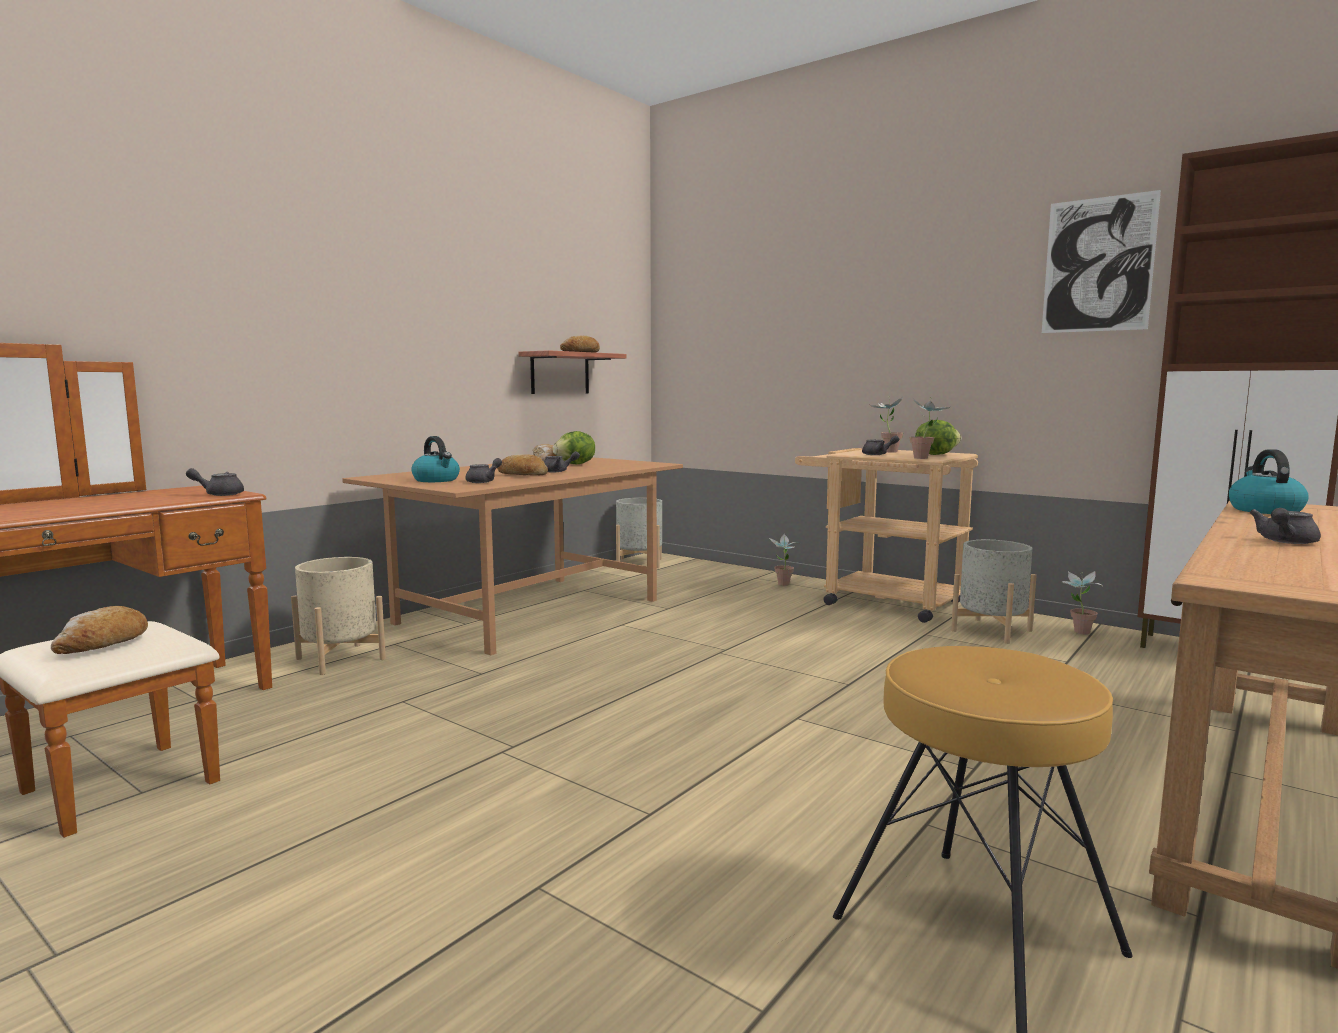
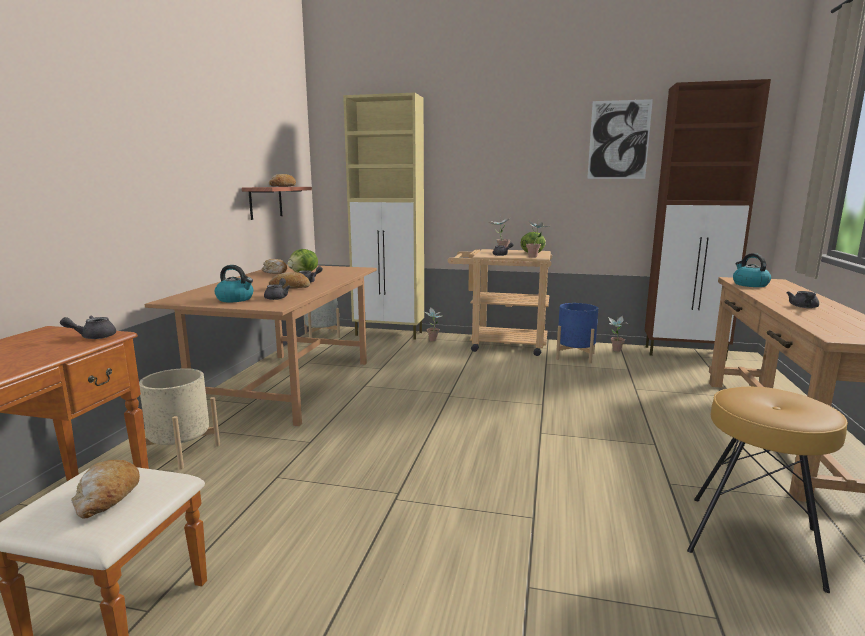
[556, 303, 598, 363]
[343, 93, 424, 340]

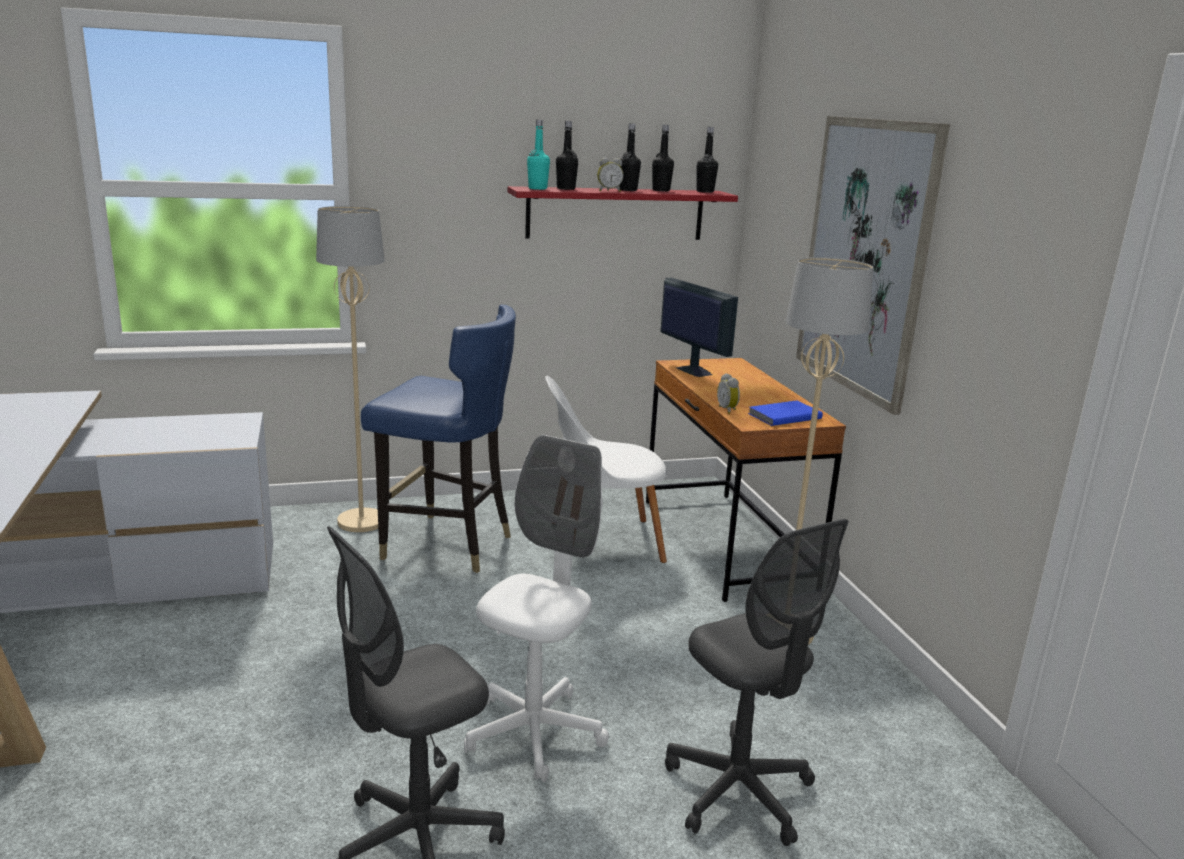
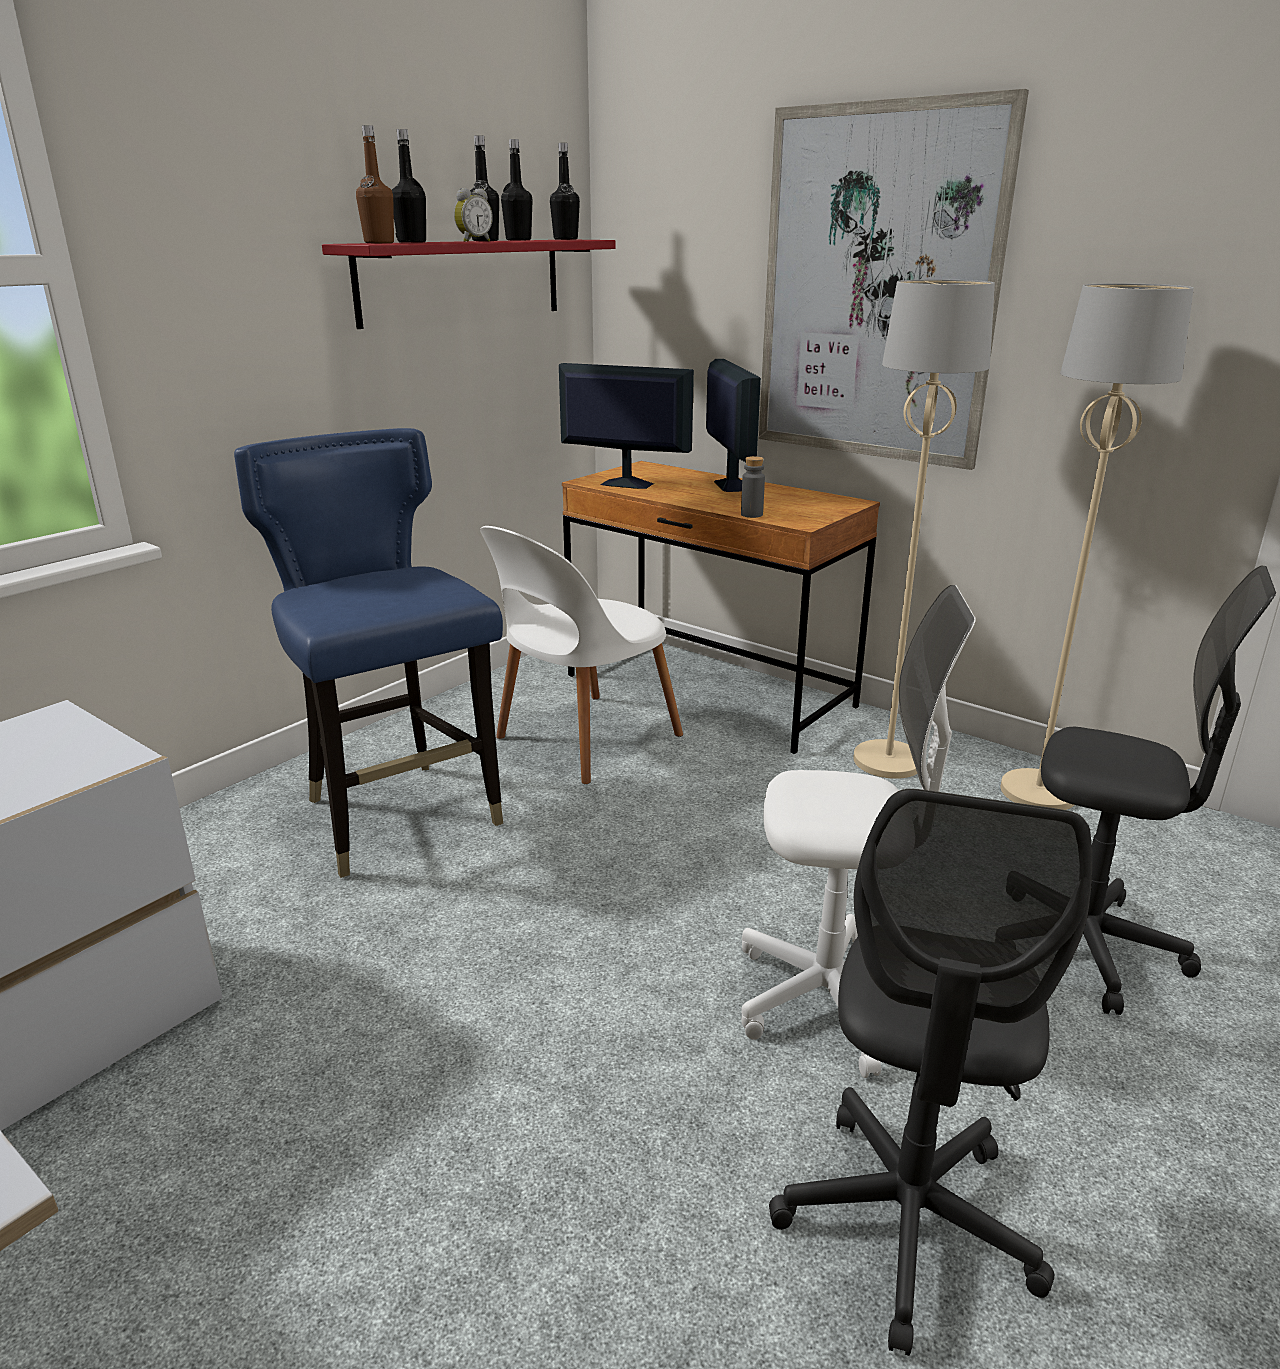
[1001, 283, 1194, 810]
[234, 428, 503, 878]
[741, 585, 976, 1078]
[356, 125, 394, 243]
[741, 456, 765, 518]
[748, 400, 823, 426] (first image)
[706, 359, 761, 492]

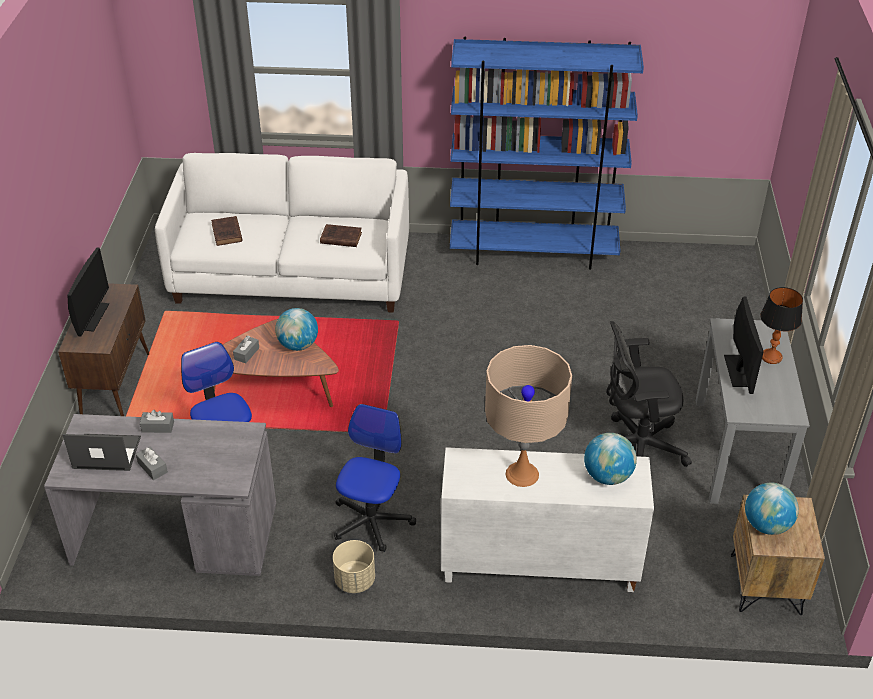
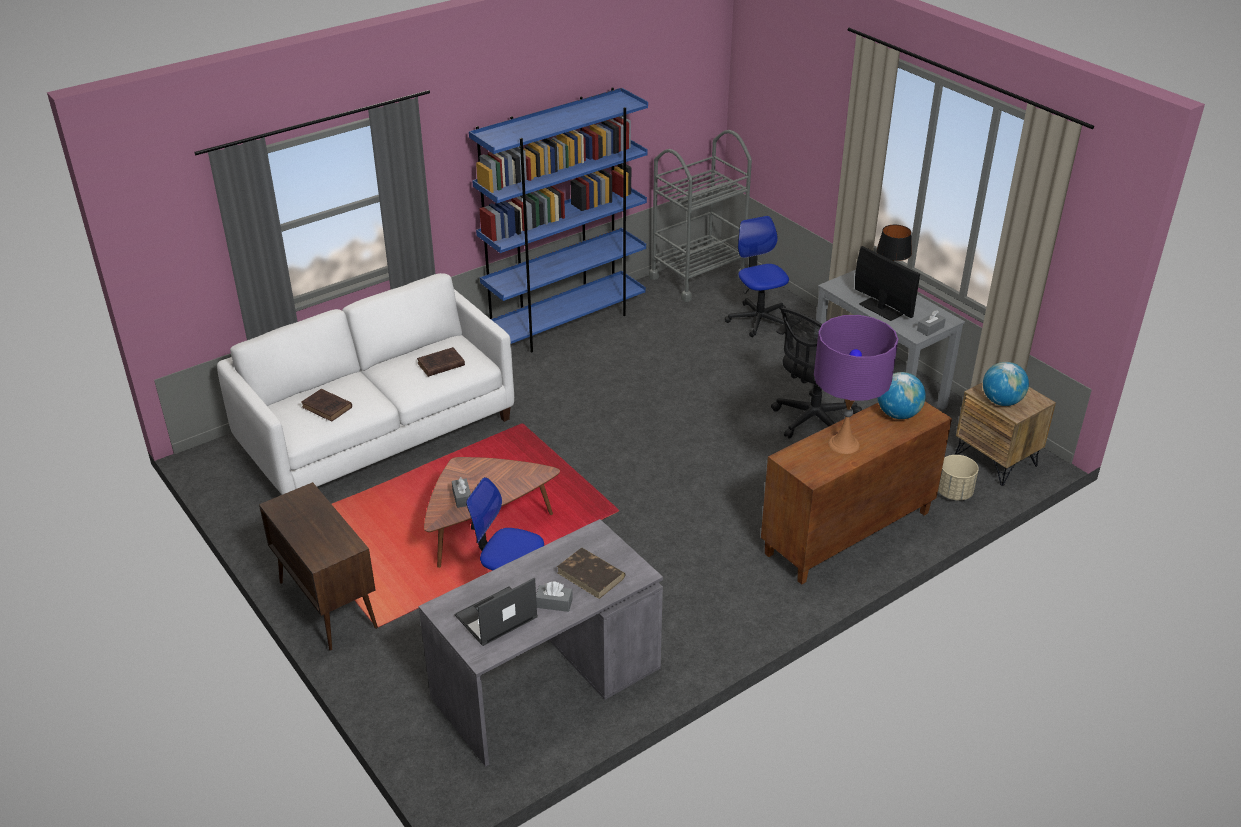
[67, 248, 109, 337] (first image)
[917, 310, 946, 336]
[275, 308, 318, 351] (first image)
[938, 455, 979, 500]
[725, 216, 789, 337]
[761, 401, 952, 585]
[814, 315, 898, 454]
[557, 548, 626, 599]
[649, 130, 752, 302]

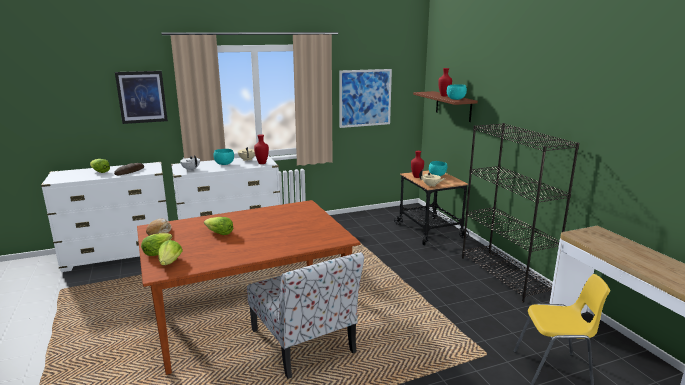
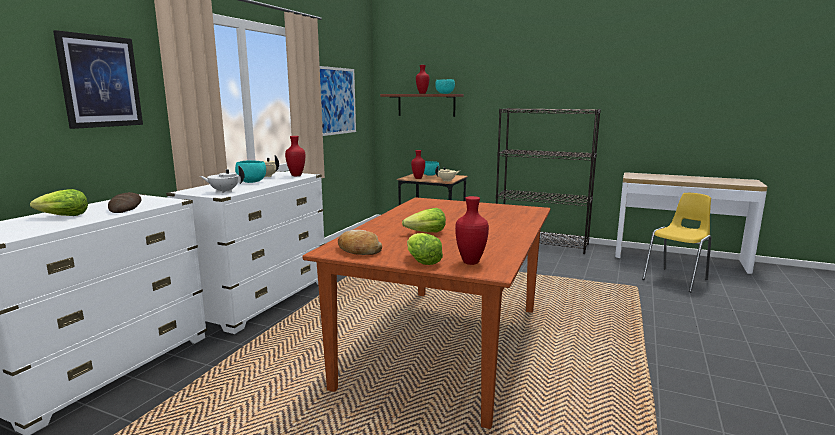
[455, 196, 489, 265]
[247, 252, 364, 379] (first image)

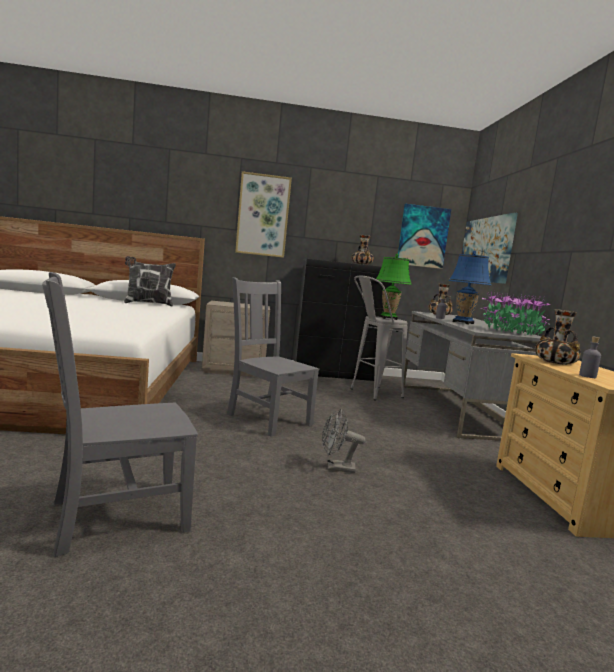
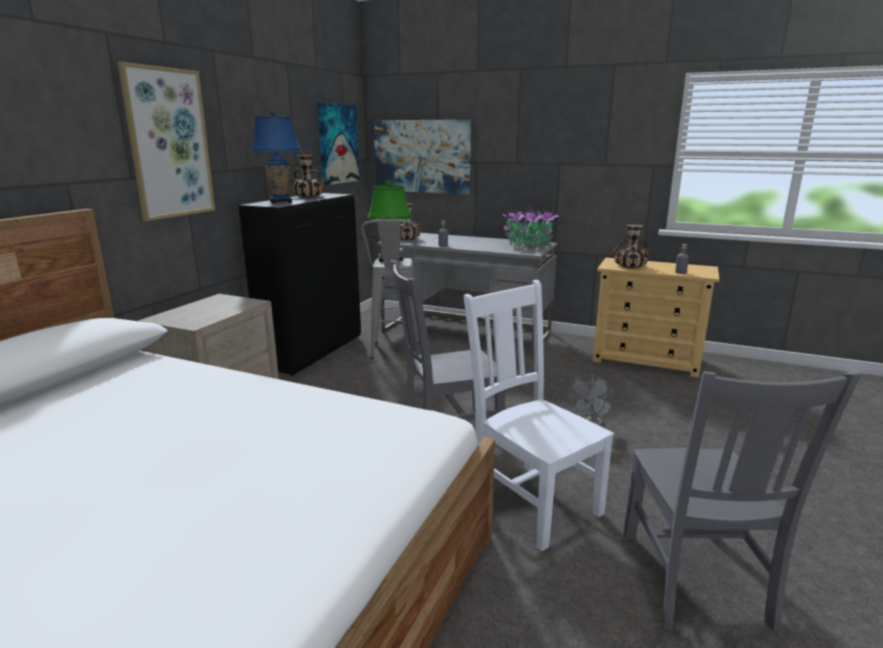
[124, 256, 176, 306] (first image)
[250, 110, 302, 203]
[463, 280, 614, 551]

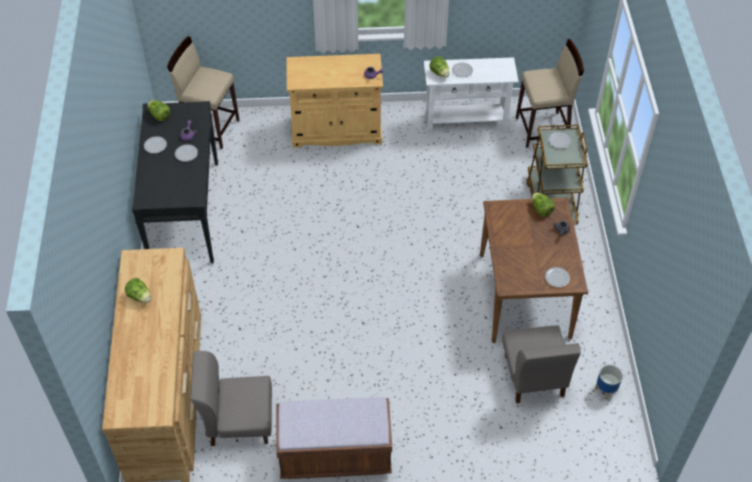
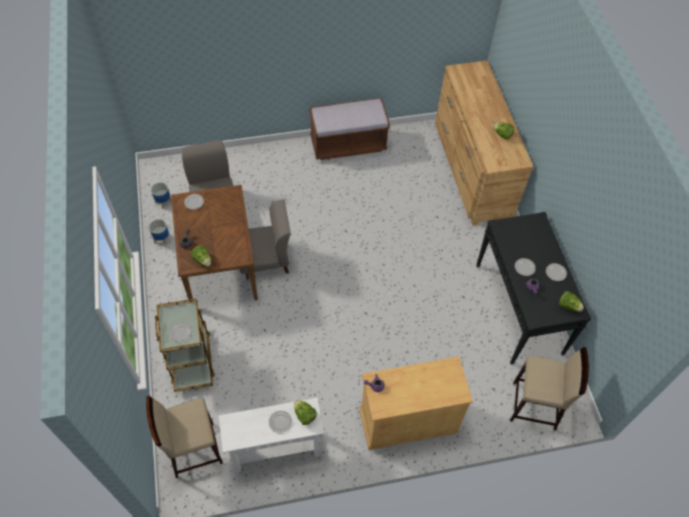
[240, 200, 291, 279]
[149, 219, 170, 245]

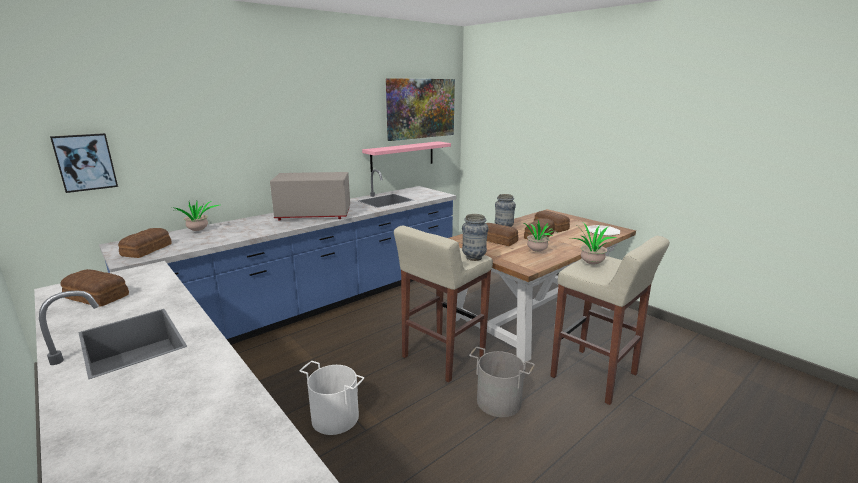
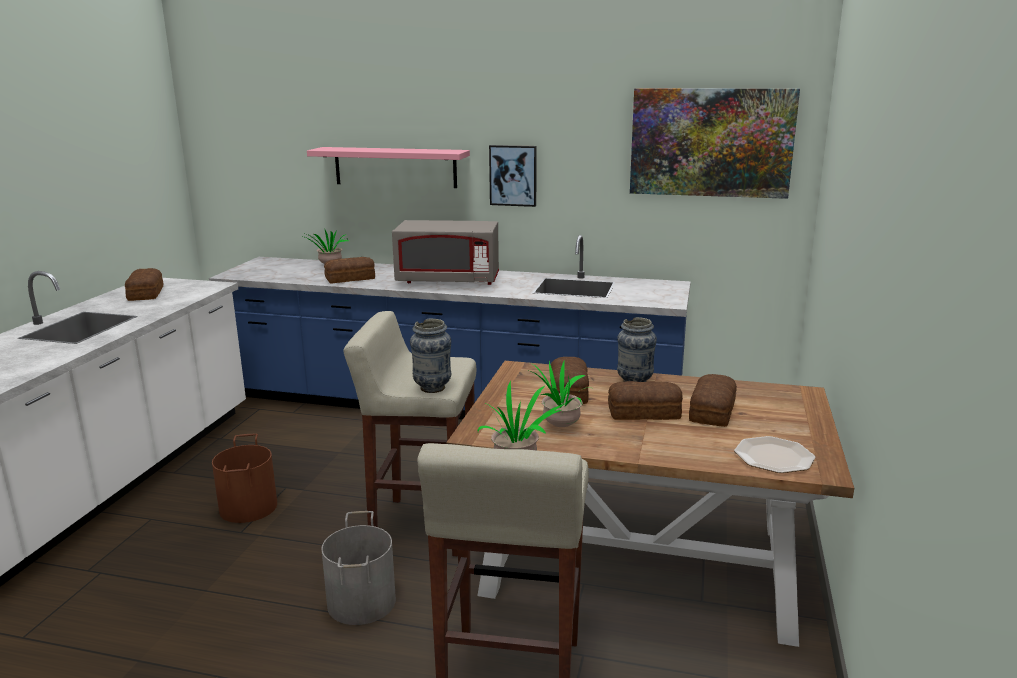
[489, 145, 537, 207]
[324, 257, 375, 284]
[392, 220, 499, 285]
[212, 434, 277, 523]
[307, 147, 470, 188]

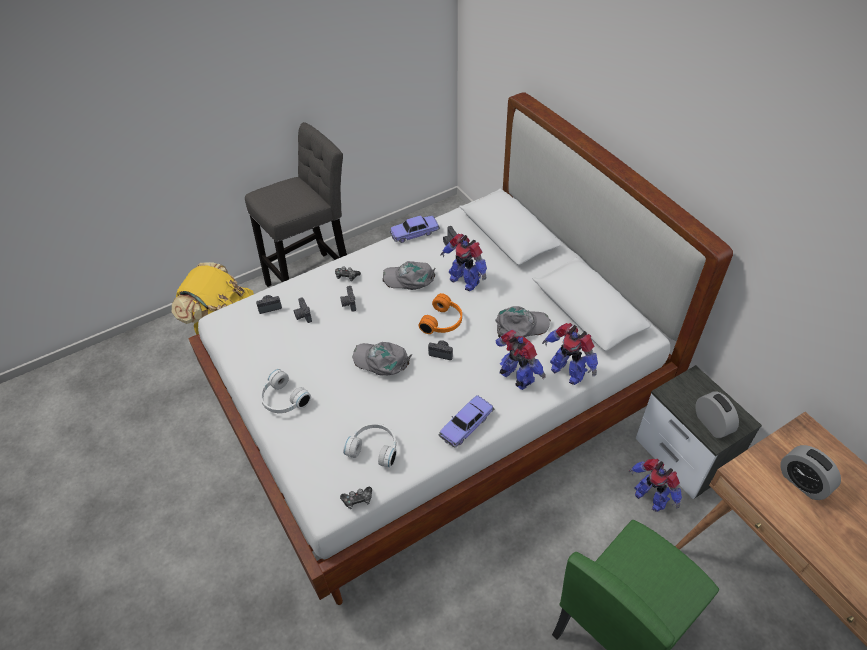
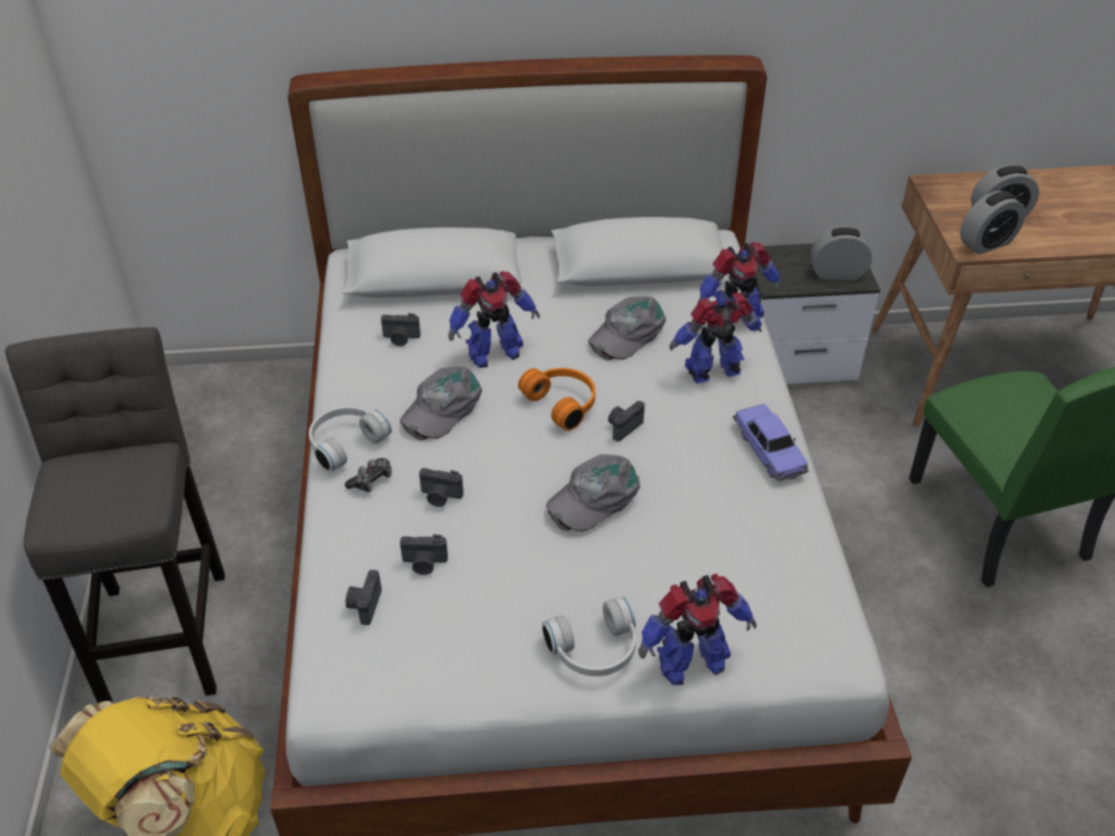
[340, 487, 372, 509] (first image)
[309, 406, 392, 472]
[390, 216, 440, 243] (first image)
[588, 296, 666, 360]
[638, 573, 756, 685]
[960, 191, 1026, 255]

